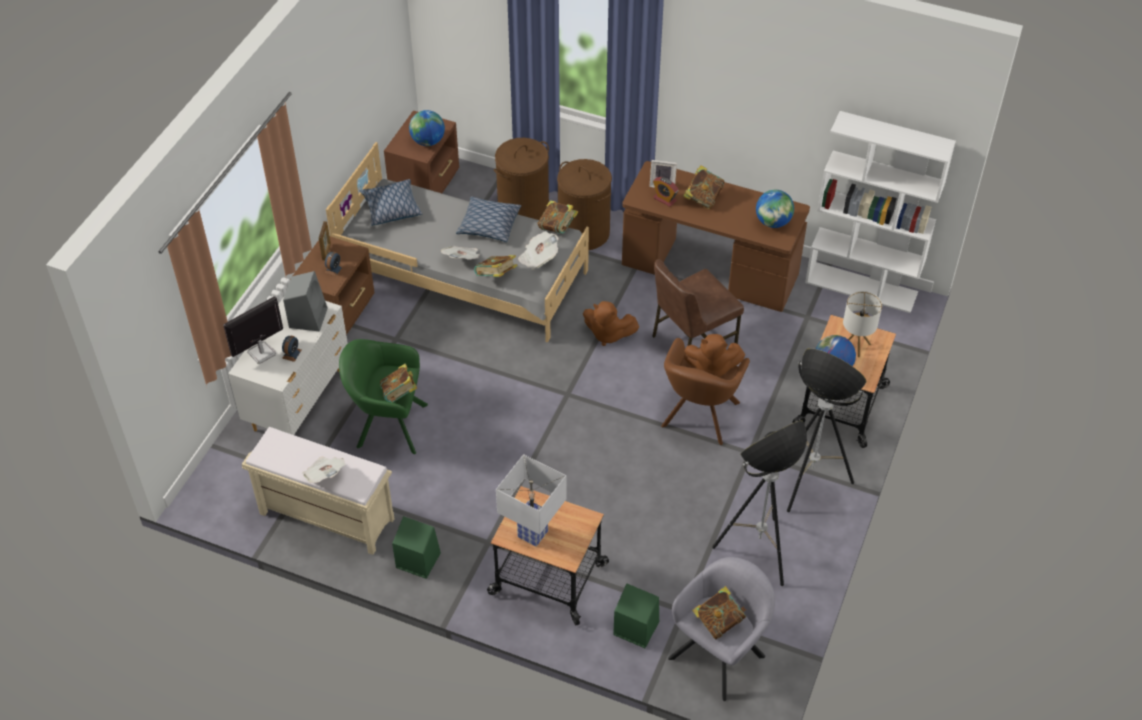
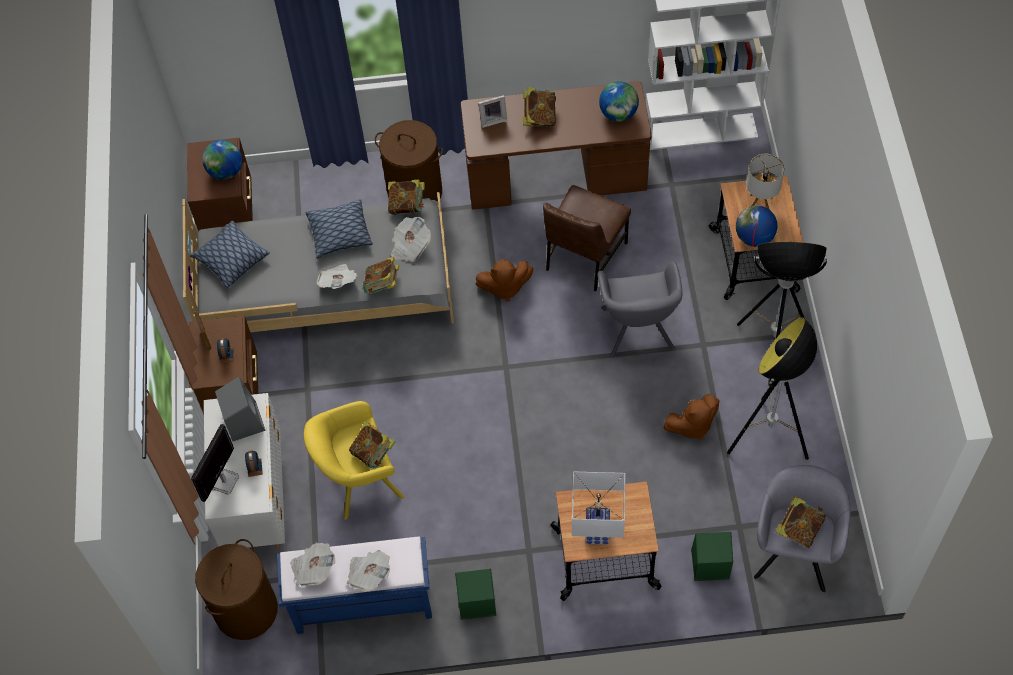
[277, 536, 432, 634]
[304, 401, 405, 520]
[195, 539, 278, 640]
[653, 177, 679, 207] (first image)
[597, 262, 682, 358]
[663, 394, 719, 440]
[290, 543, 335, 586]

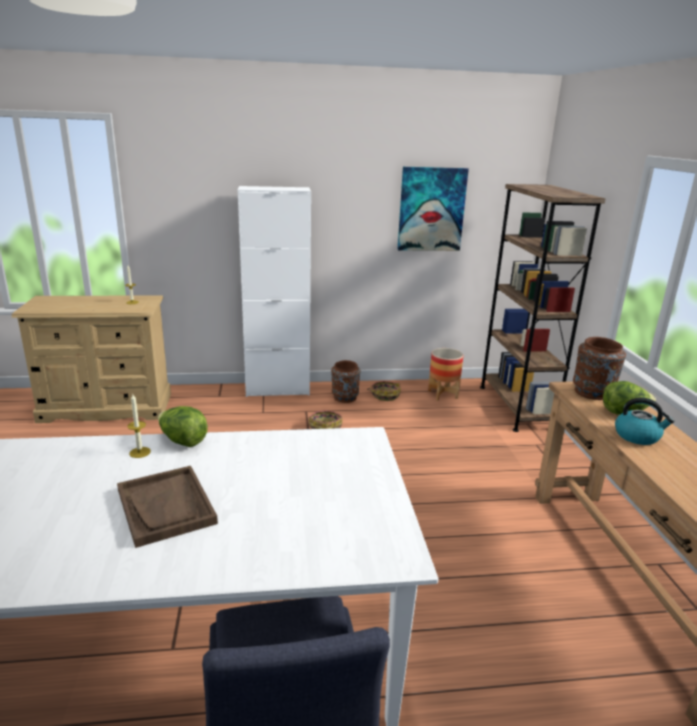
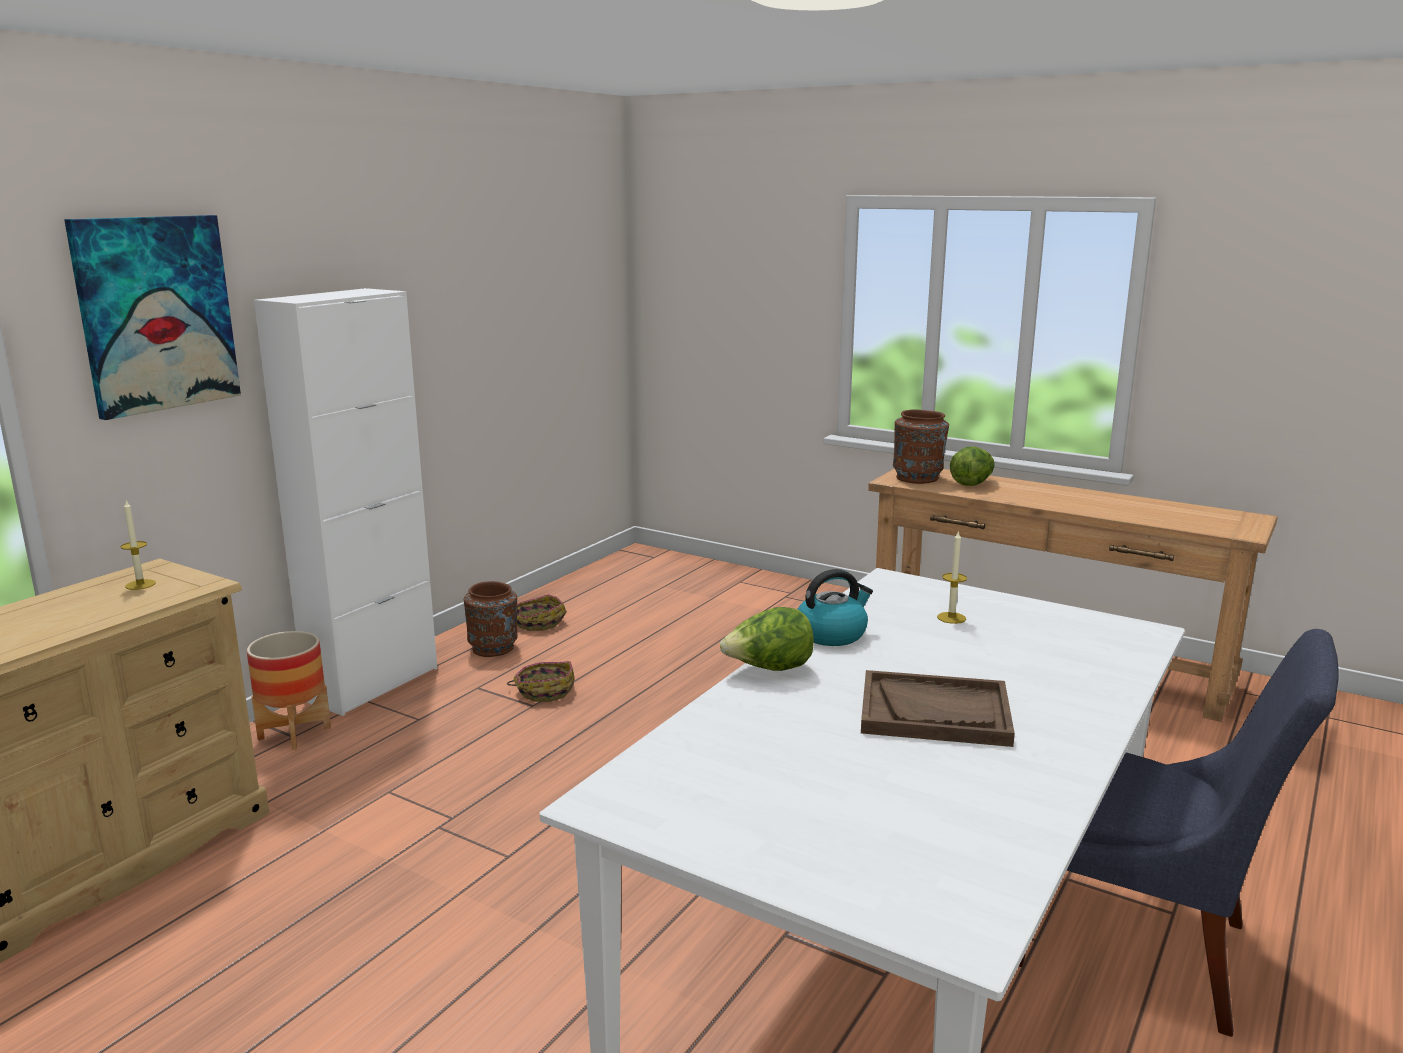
[937, 530, 967, 624]
[64, 215, 241, 420]
[247, 631, 331, 750]
[480, 184, 605, 432] (first image)
[797, 569, 873, 646]

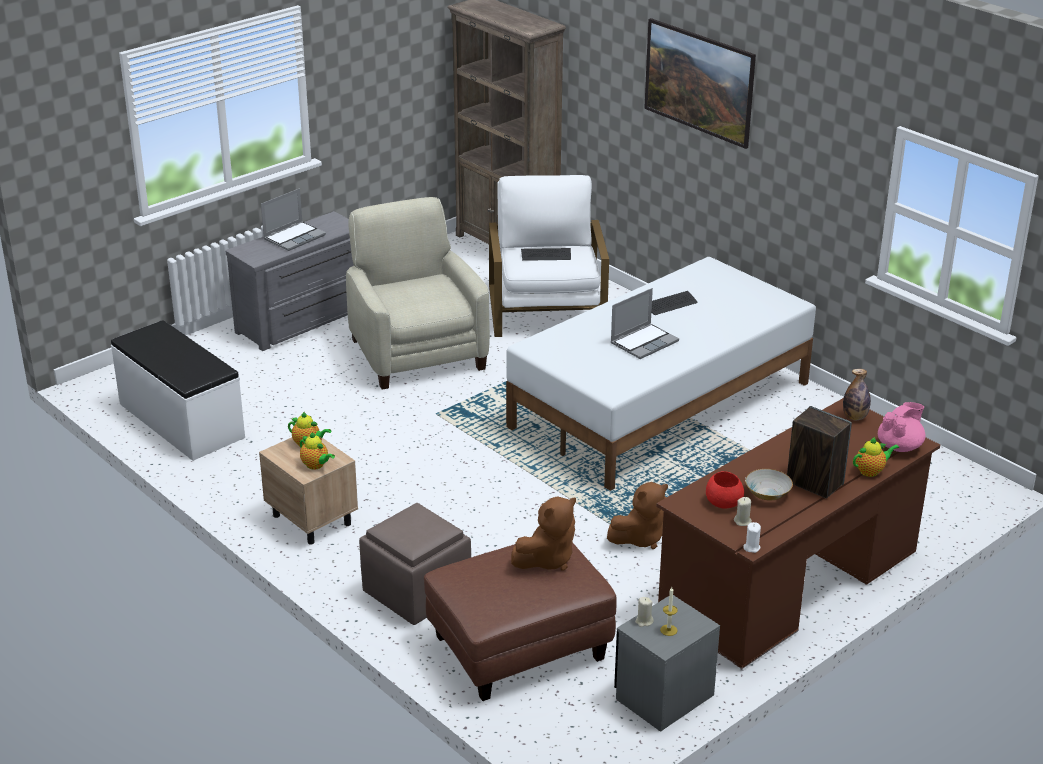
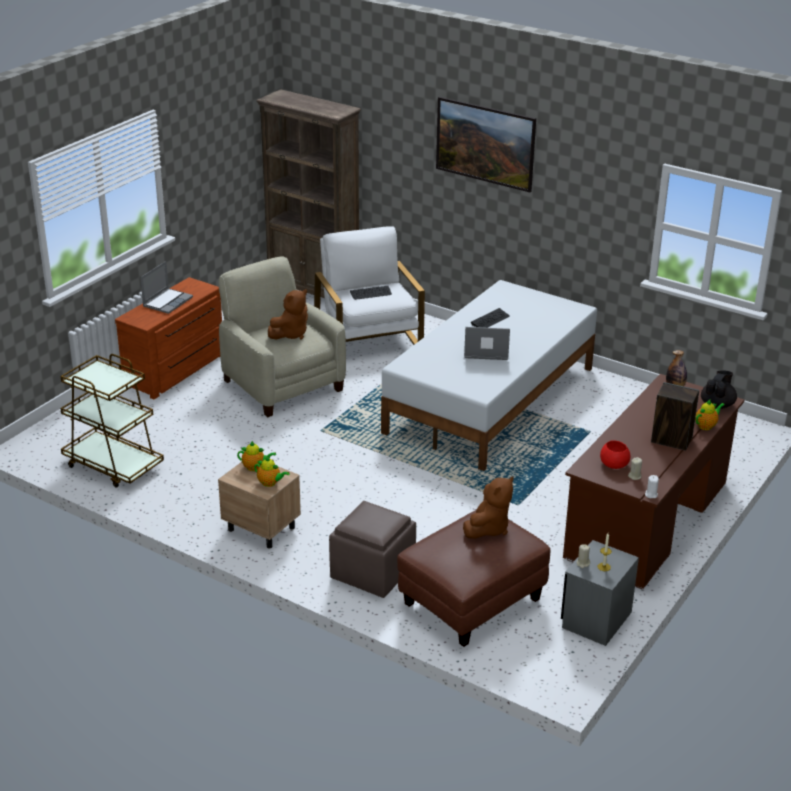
[60, 354, 164, 487]
[115, 277, 222, 399]
[268, 290, 308, 340]
[464, 327, 510, 360]
[745, 469, 793, 501] (first image)
[701, 370, 737, 409]

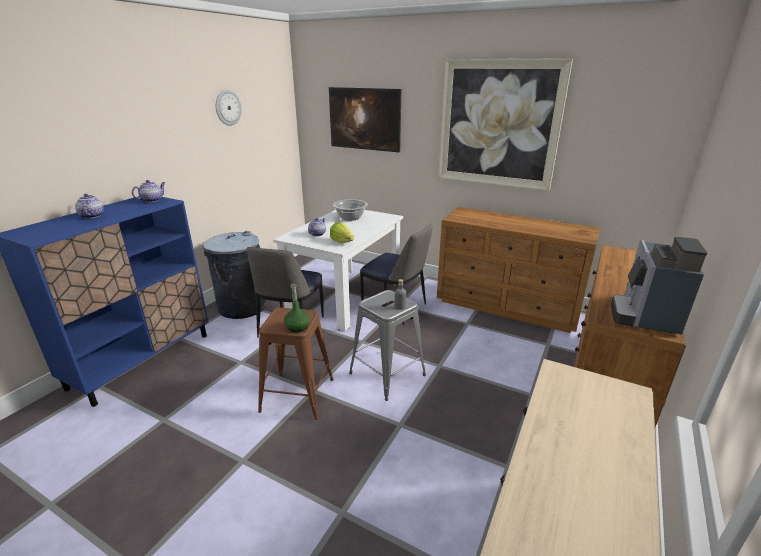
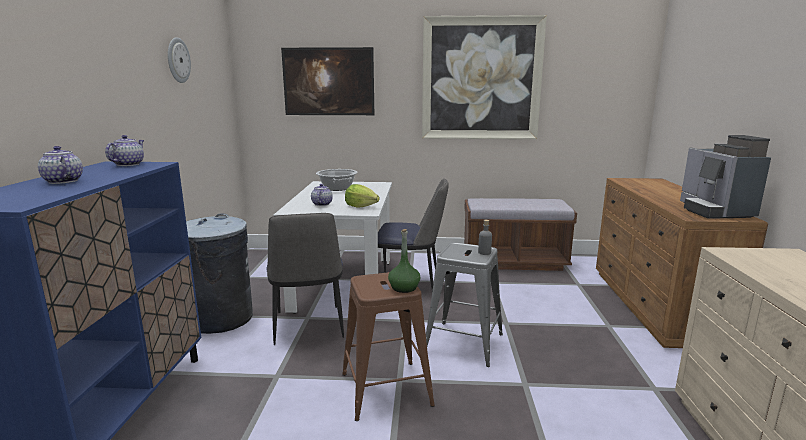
[464, 198, 577, 271]

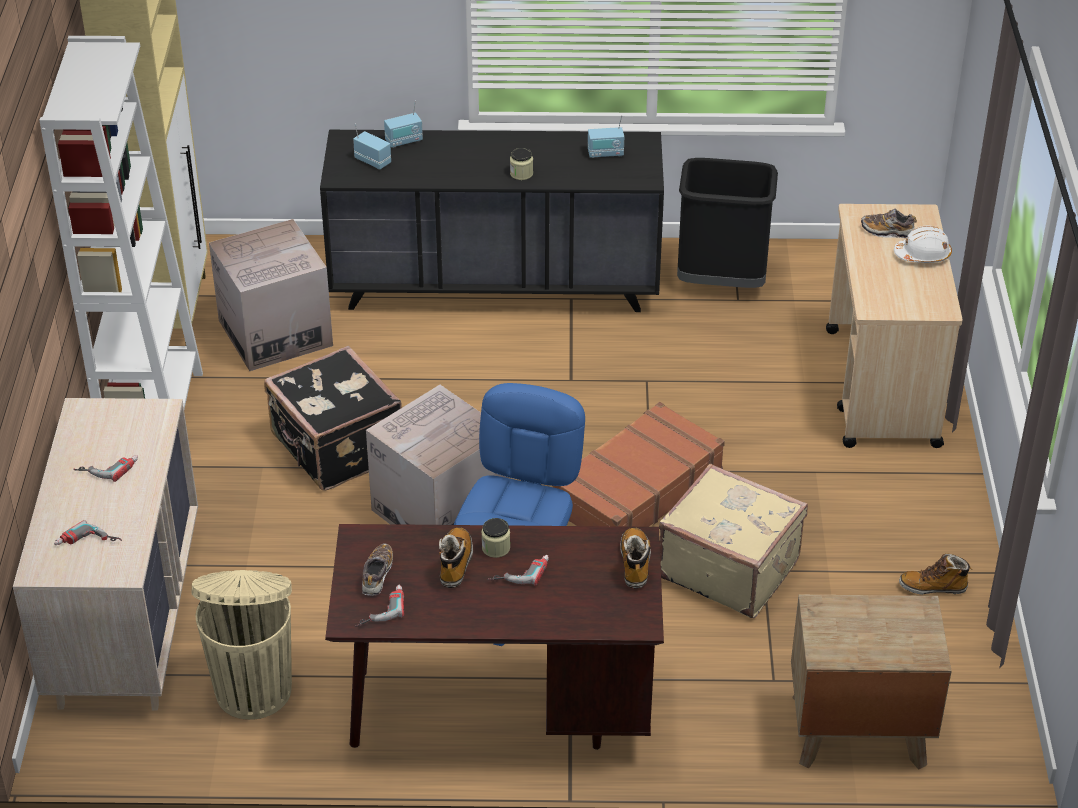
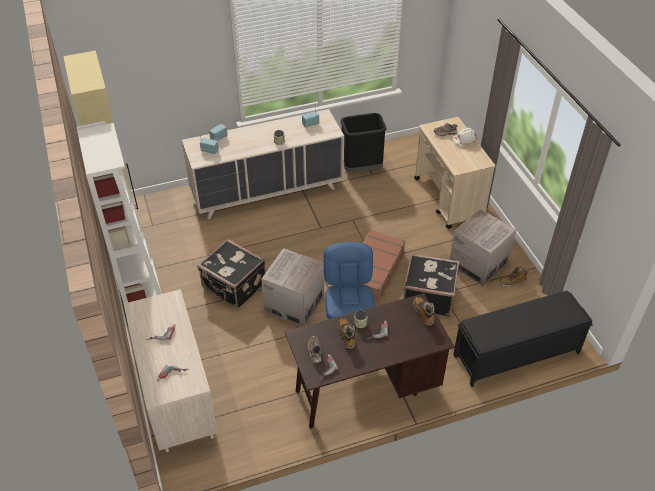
[191, 570, 292, 720] (first image)
[449, 209, 516, 286]
[182, 109, 344, 219]
[403, 254, 460, 316]
[453, 291, 593, 387]

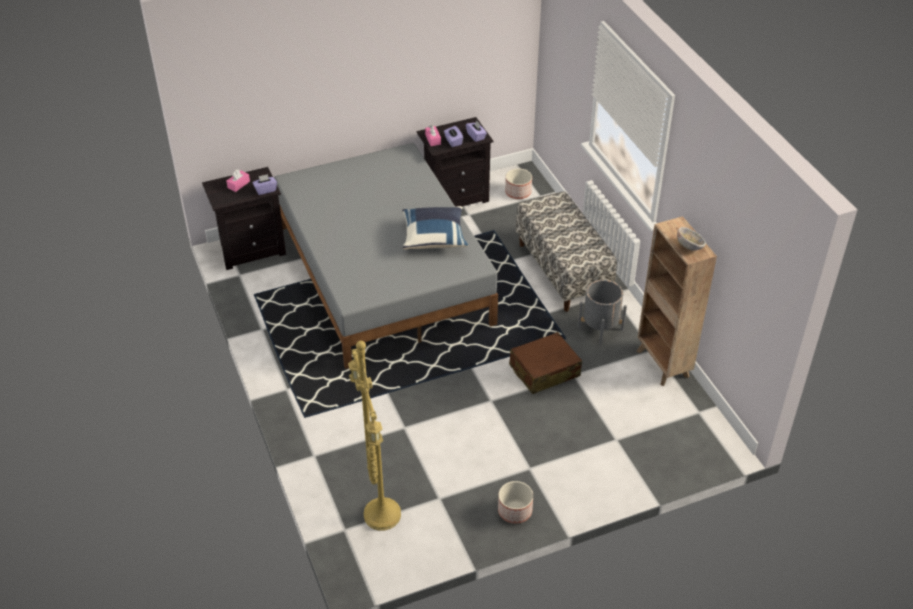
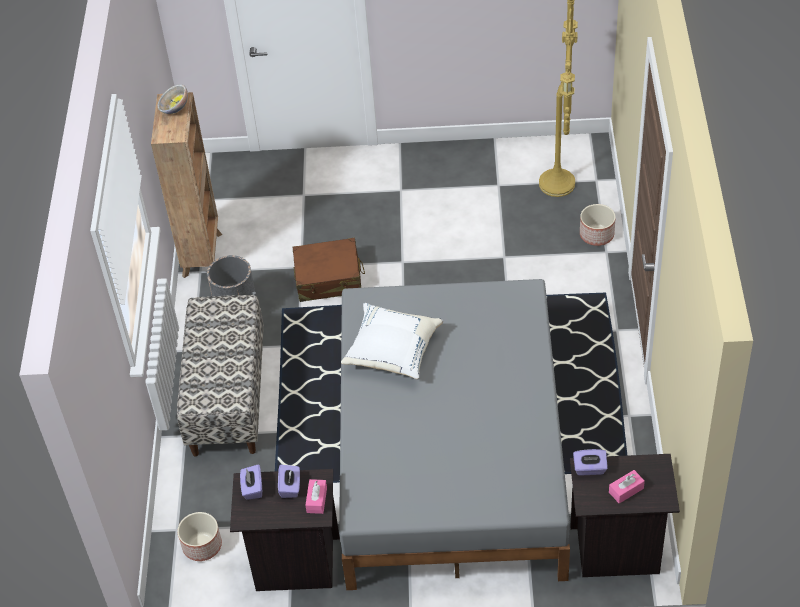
[341, 303, 443, 379]
[580, 204, 616, 246]

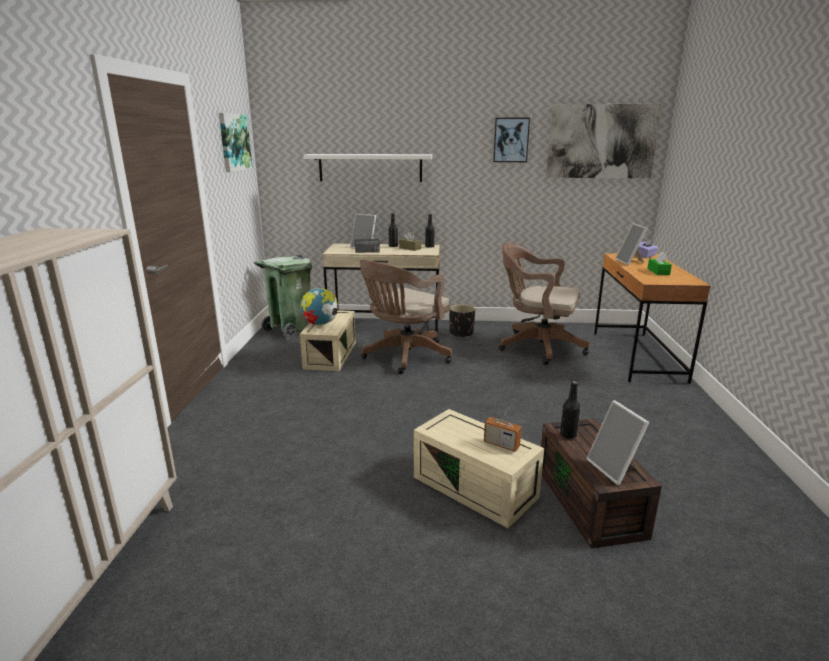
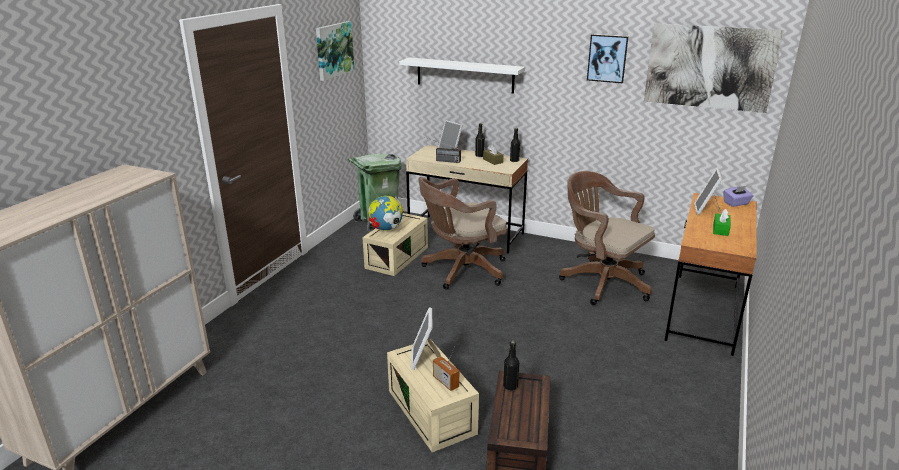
[449, 304, 475, 338] (first image)
[411, 307, 441, 370]

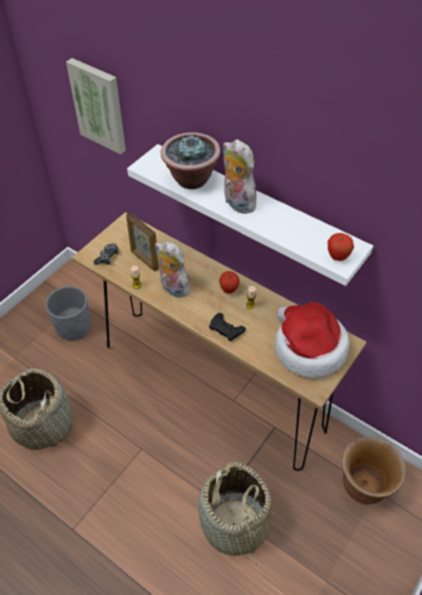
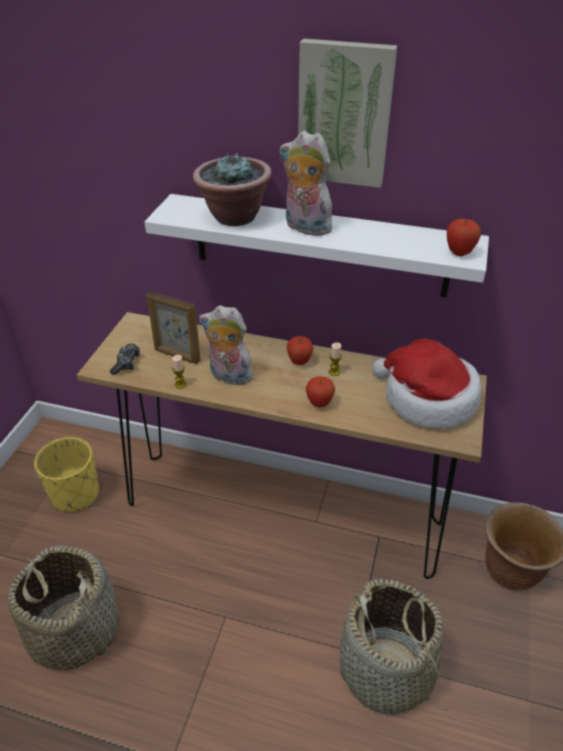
[34, 437, 99, 512]
[298, 38, 397, 188]
[306, 377, 335, 407]

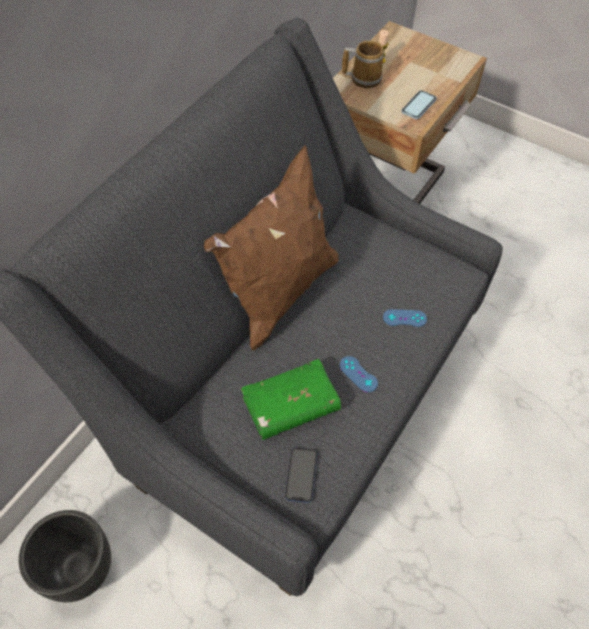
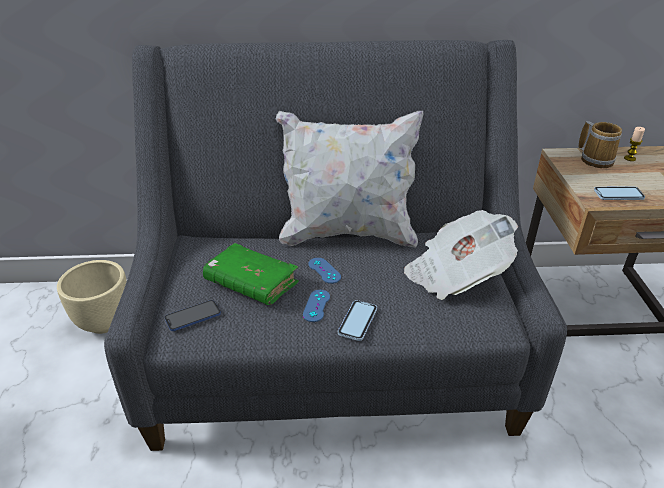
[57, 260, 127, 334]
[276, 111, 423, 247]
[308, 258, 341, 284]
[338, 300, 377, 341]
[404, 210, 518, 300]

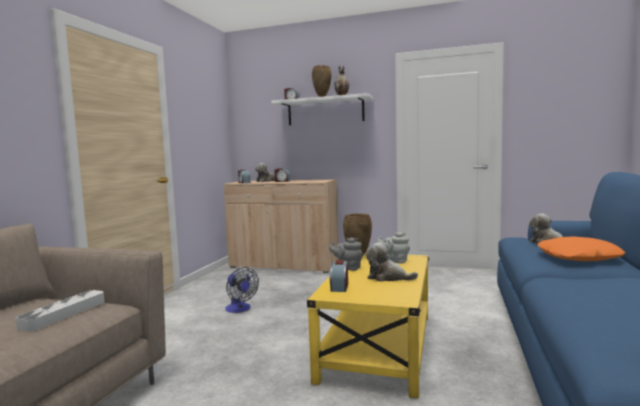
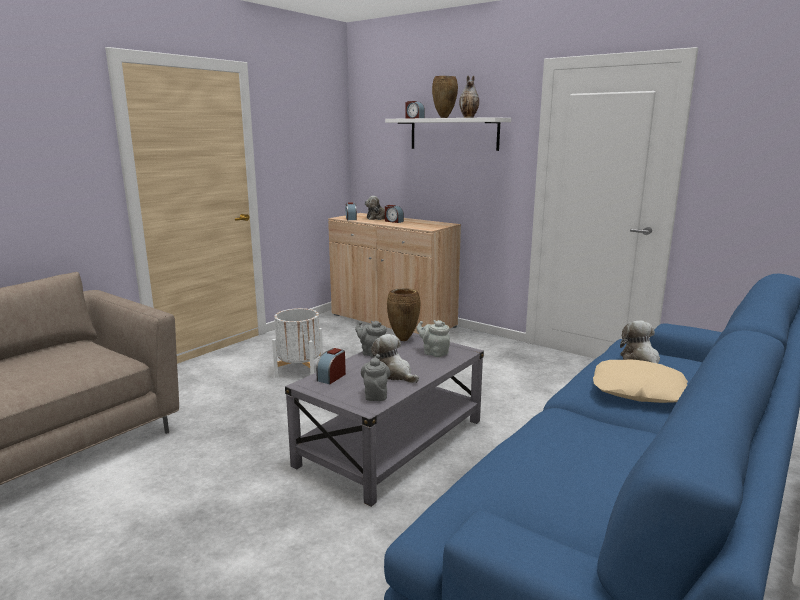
[16, 290, 104, 332] (first image)
[272, 308, 323, 378]
[285, 333, 484, 507]
[593, 360, 688, 403]
[361, 354, 390, 401]

